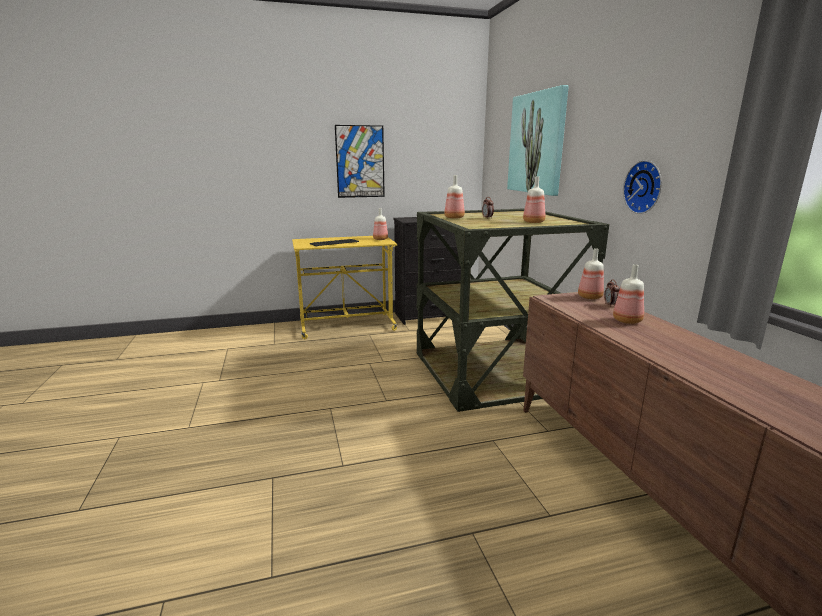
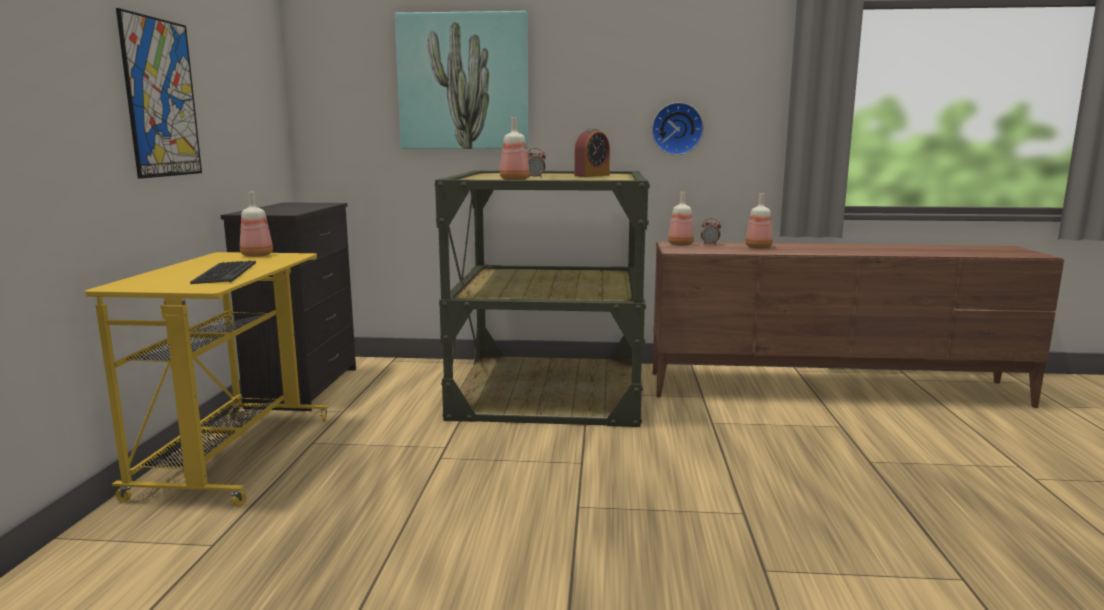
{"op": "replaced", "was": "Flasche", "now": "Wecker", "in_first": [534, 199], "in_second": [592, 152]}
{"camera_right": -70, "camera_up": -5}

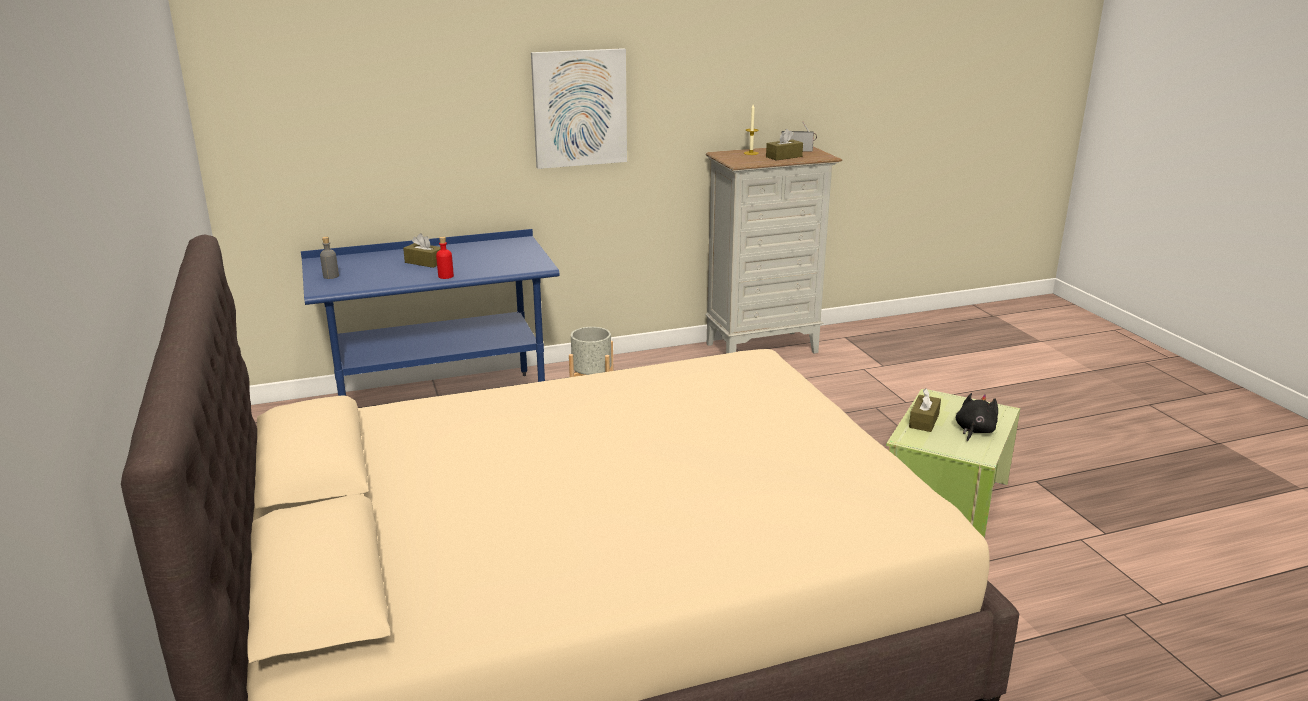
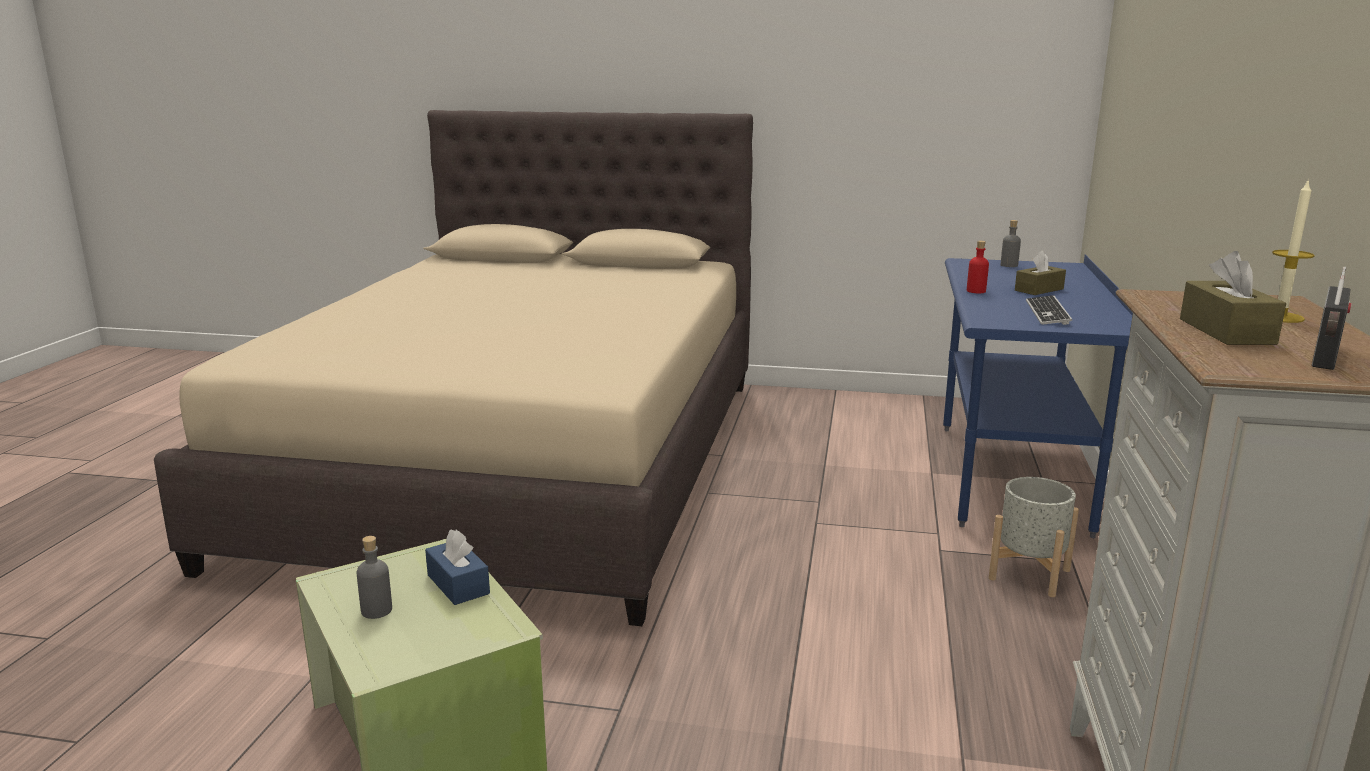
{"op": "removed", "was": "Bild", "in_first": [579, 108]}
{"op": "recoloured", "was": "Taschentuchbox/braun", "now": "Taschentuchbox/blau", "in_first": [925, 410], "in_second": [457, 567]}
{"op": "replaced", "was": "Plüschtier/schwarz", "now": "Flasche/grau", "in_first": [977, 417], "in_second": [374, 577]}
{"op": "added", "now": "Tastatur", "in_second": [1049, 310]}
{"camera_right": 120, "camera_up": -5}

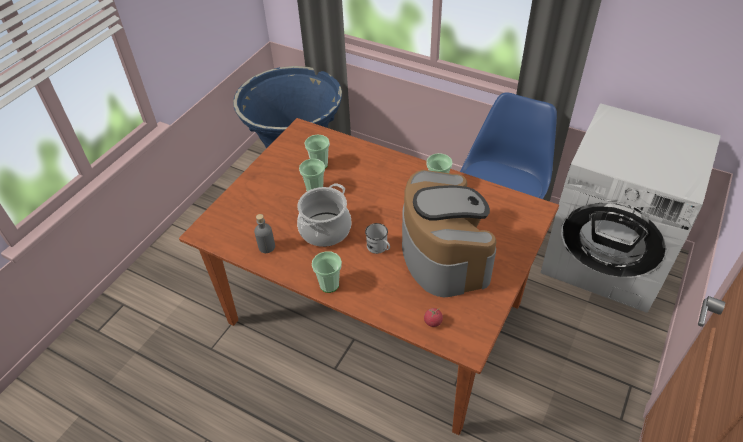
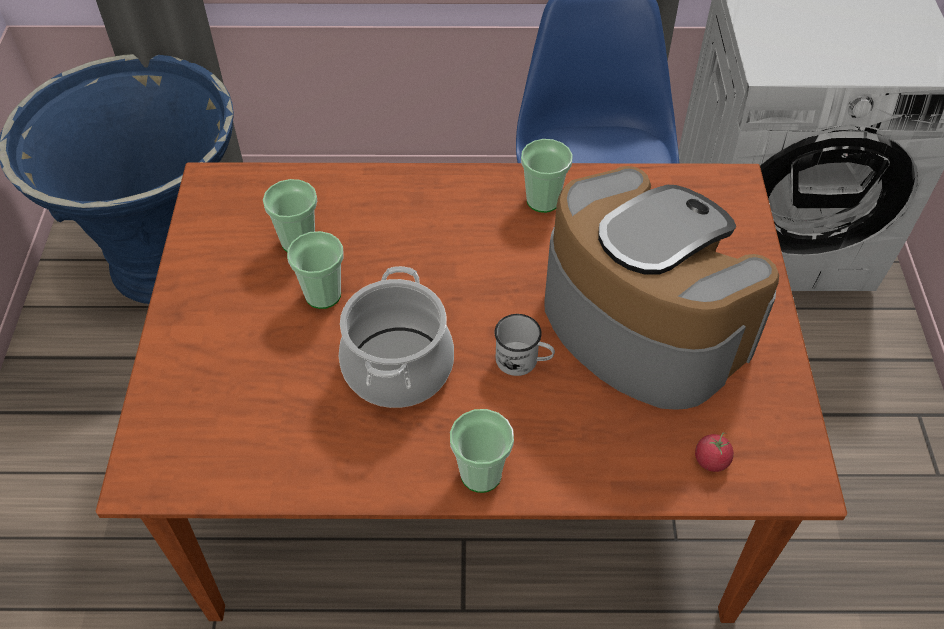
{"op": "removed", "was": "Flasche/grau", "in_first": [264, 233]}
{"camera_right": -30, "camera_up": 5}

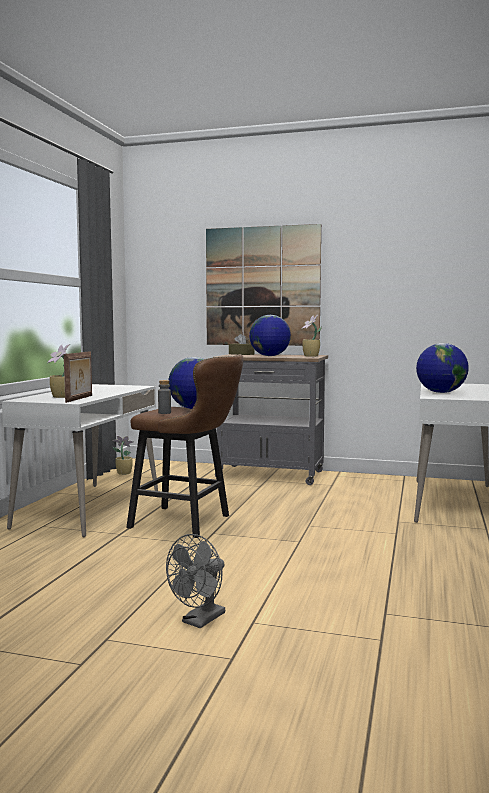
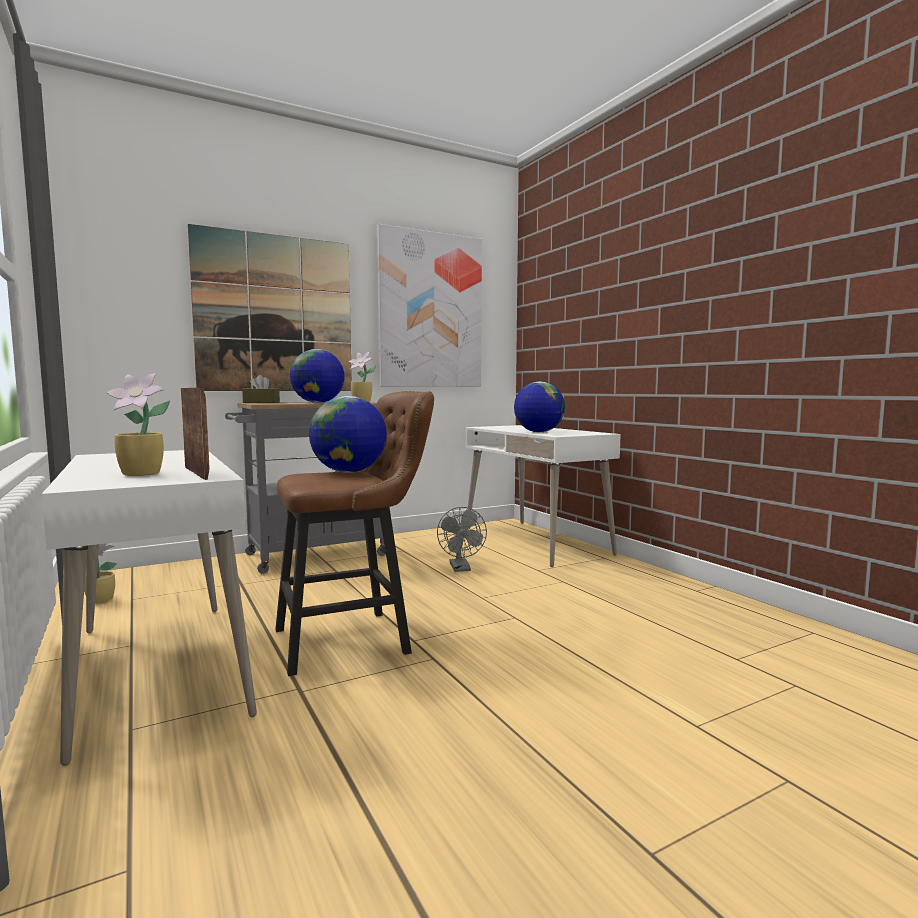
{"op": "removed", "was": "Flasche/grau", "in_first": [164, 397]}
{"op": "moved", "was": "Ventilator/grau", "in_first": [195, 581], "in_second": [462, 539]}
{"op": "added", "now": "Bild", "in_second": [429, 305]}
{"camera_right": -45, "camera_up": 0}

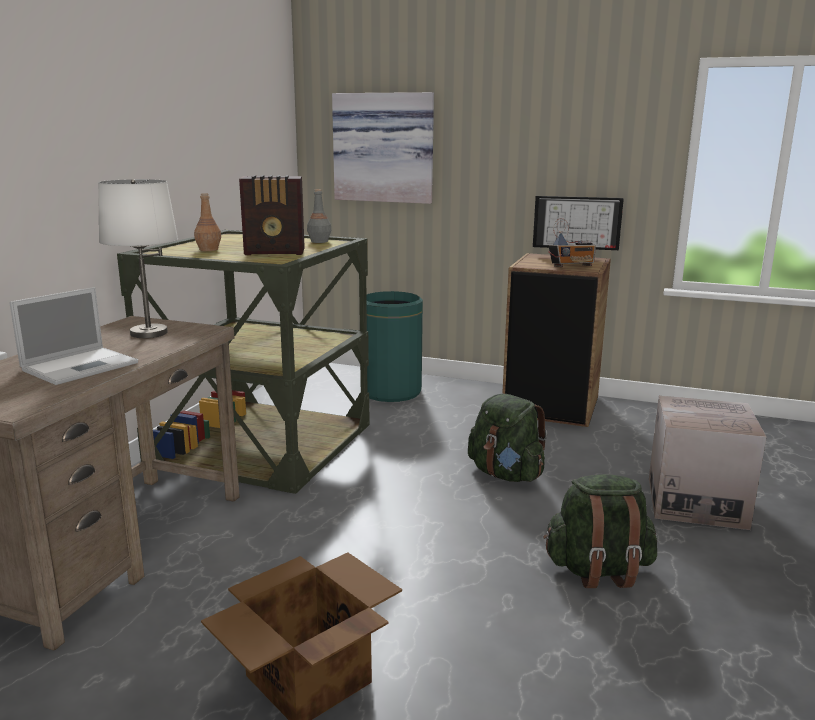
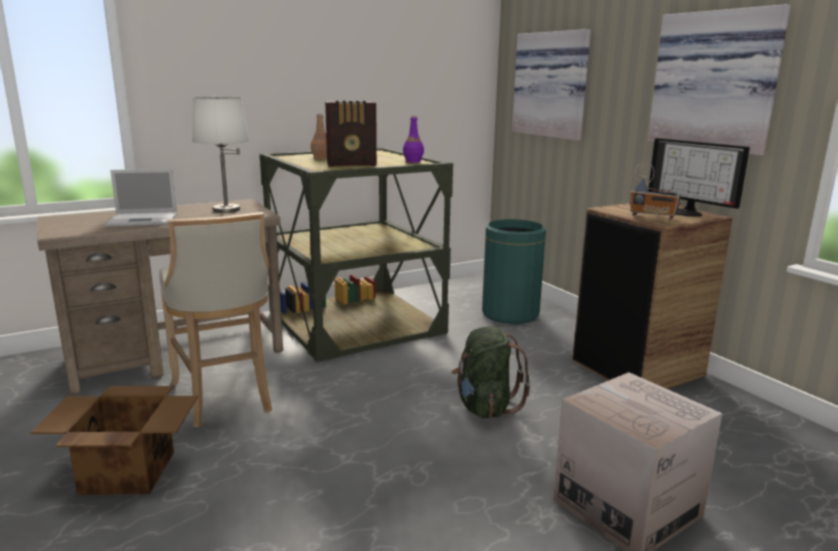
{"op": "turned", "was": "Radio", "in_first": [272, 215], "in_second": [351, 133], "clockwise": -45}
{"op": "recoloured", "was": "Flasche/grau", "now": "Flasche/lila", "in_first": [319, 216], "in_second": [413, 139]}
{"op": "removed", "was": "Rucksack/grün", "in_first": [600, 531]}
{"op": "added", "now": "Bild", "in_second": [719, 79]}
{"op": "added", "now": "Hocker/beige", "in_second": [216, 319]}
{"camera_right": 40, "camera_up": 0}

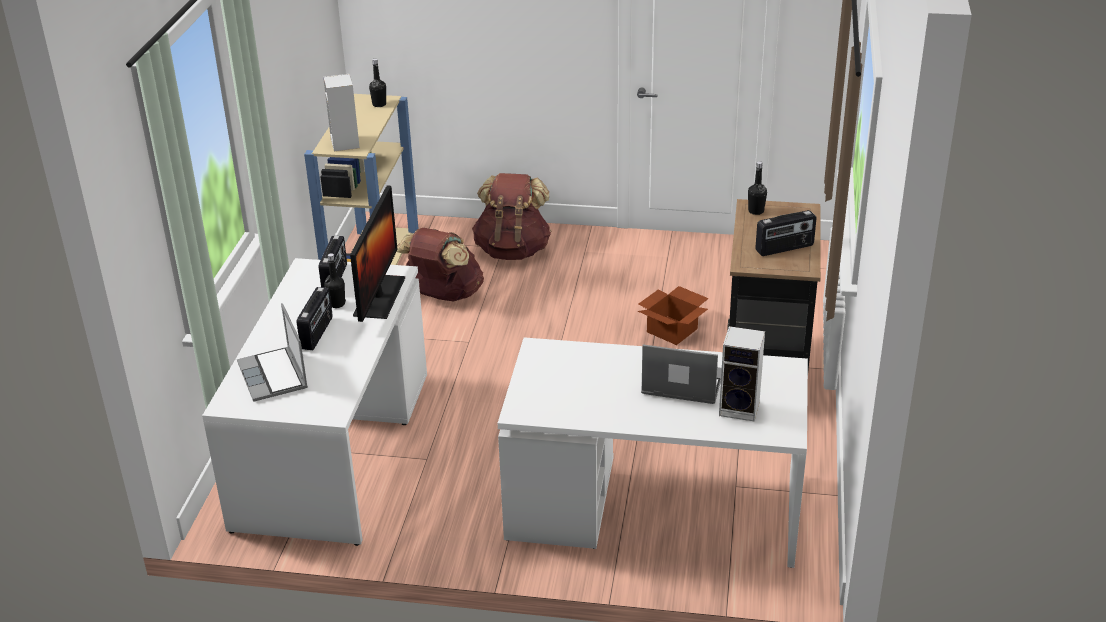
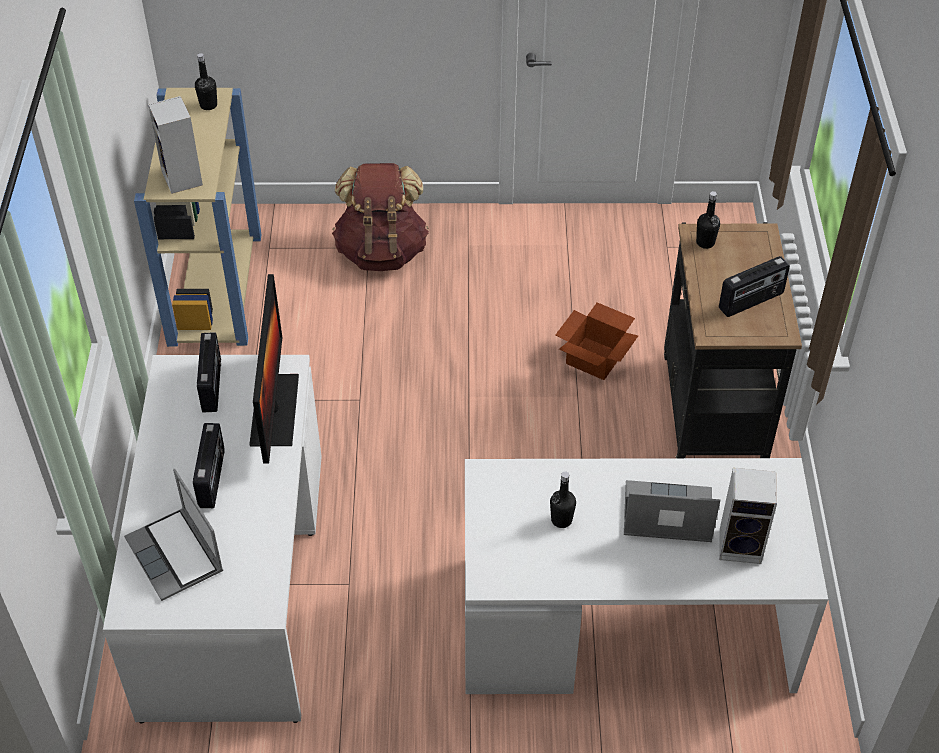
{"op": "removed", "was": "Rucksack/braun", "in_first": [440, 265]}
{"op": "moved", "was": "Flasche/schwarz", "in_first": [335, 280], "in_second": [563, 500]}
{"camera_right": -10, "camera_up": 15}

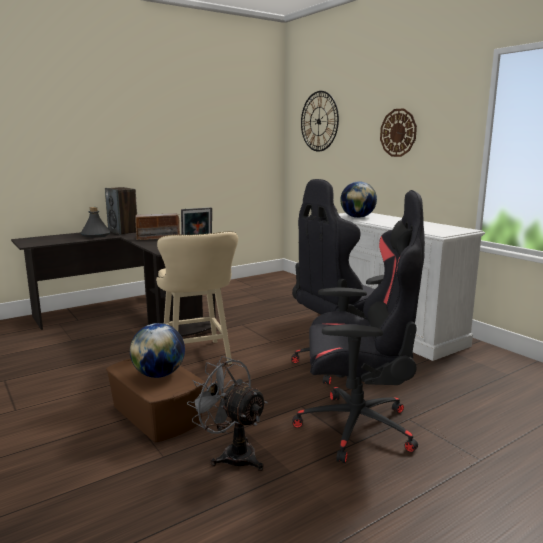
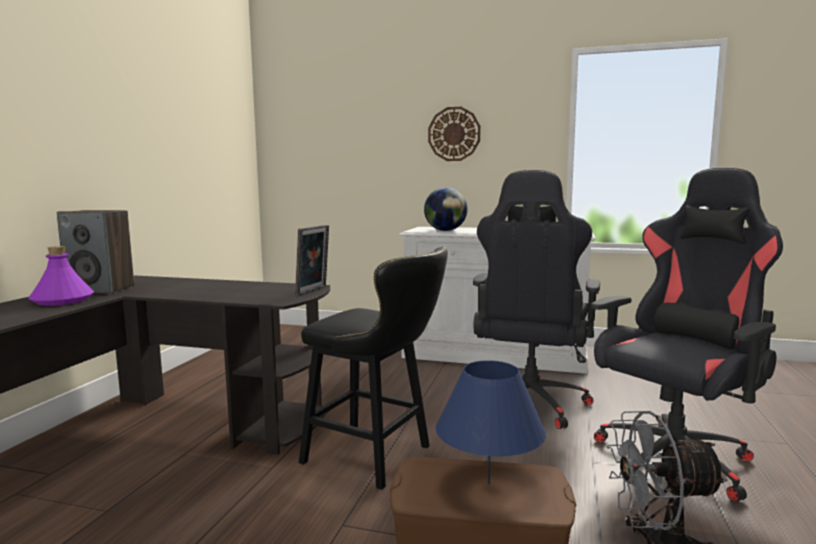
{"op": "removed", "was": "Wanduhr", "in_first": [320, 121]}
{"op": "recoloured", "was": "Flasche/grau", "now": "Flasche/lila", "in_first": [95, 222], "in_second": [61, 276]}
{"op": "removed", "was": "Radio", "in_first": [157, 226]}
{"op": "recoloured", "was": "Hocker/beige", "now": "Hocker/schwarz", "in_first": [197, 297], "in_second": [373, 368]}
{"op": "replaced", "was": "Globus", "now": "Tischlampe/blau", "in_first": [157, 350], "in_second": [491, 422]}
{"camera_right": -40, "camera_up": -5}

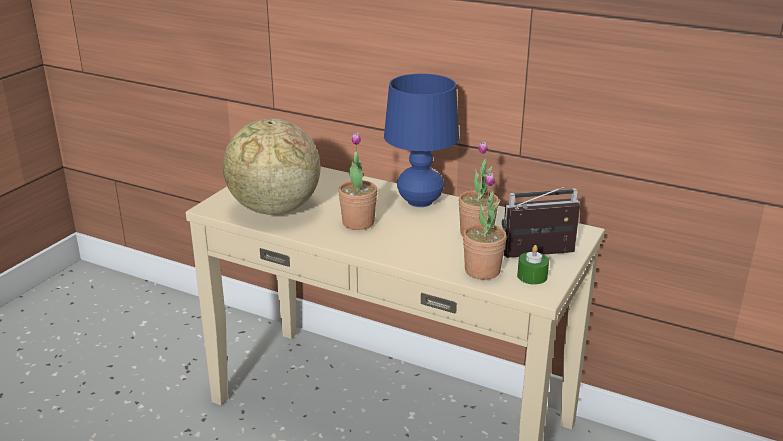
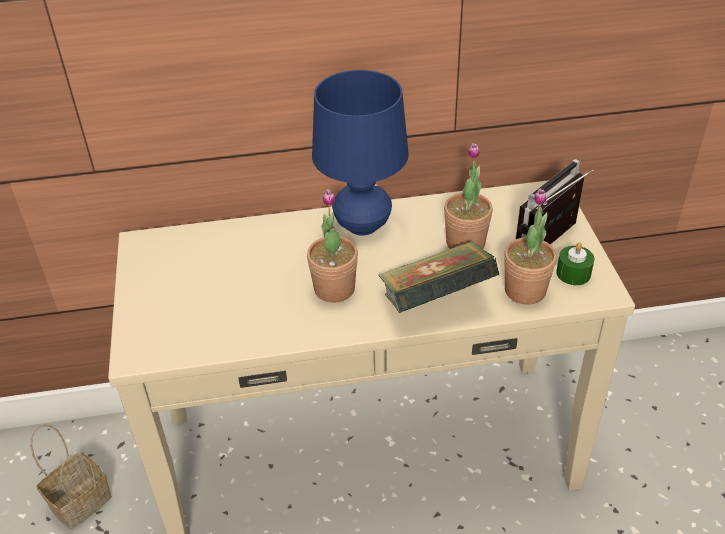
{"op": "removed", "was": "Globus", "in_first": [271, 167]}
{"op": "added", "now": "Buch", "in_second": [438, 277]}
{"op": "added", "now": "Korb", "in_second": [71, 477]}
{"camera_right": -35, "camera_up": 15}

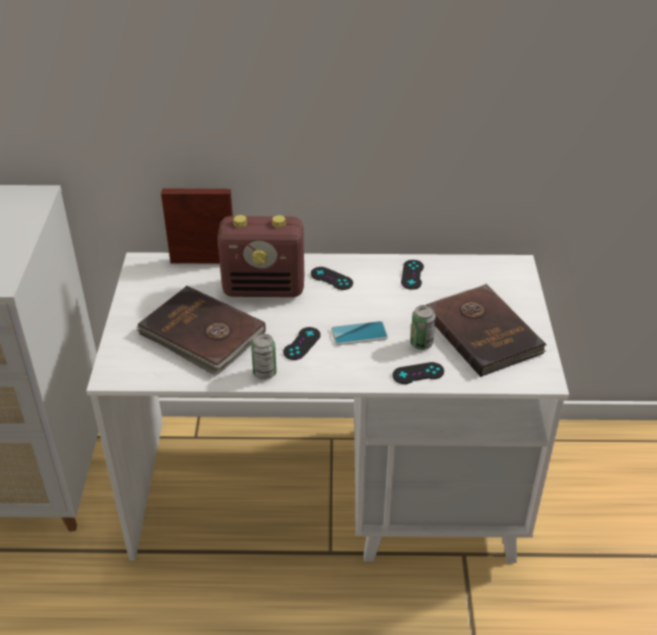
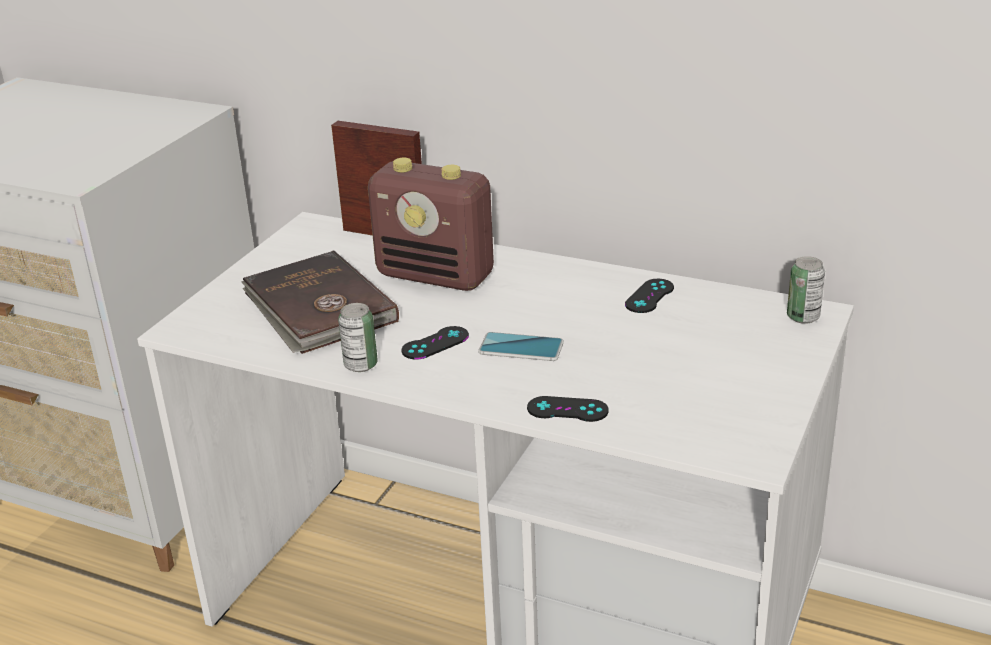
{"op": "removed", "was": "Gamepad/schwarz", "in_first": [332, 278]}
{"op": "removed", "was": "Buch/braun", "in_first": [486, 330]}
{"op": "moved", "was": "Dose", "in_first": [423, 327], "in_second": [806, 290]}
{"camera_right": 25, "camera_up": -10}

